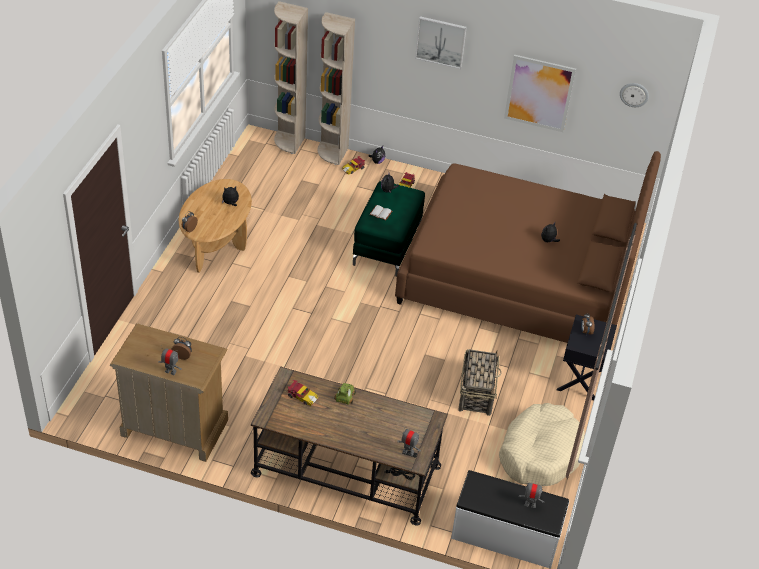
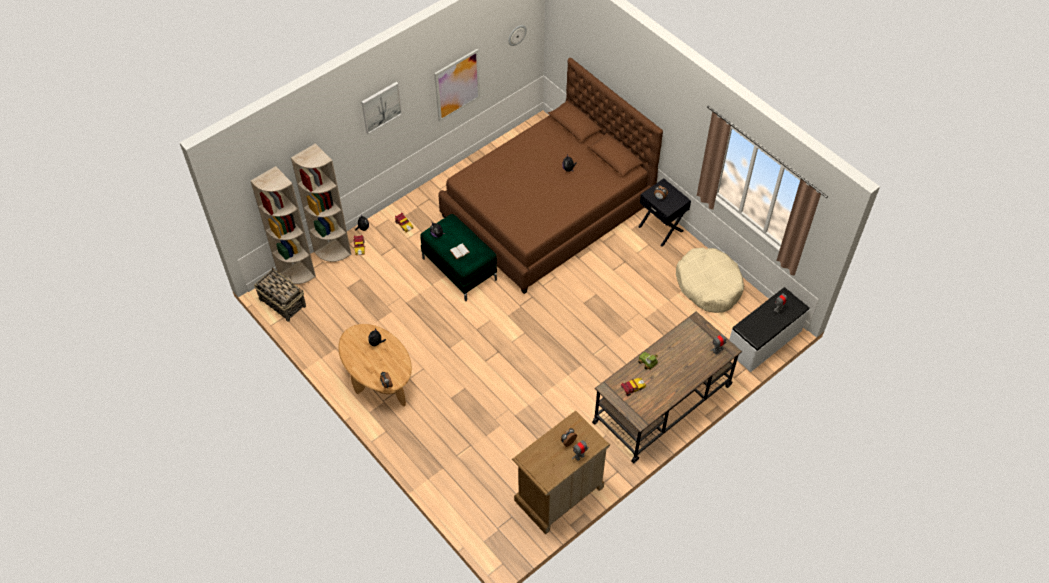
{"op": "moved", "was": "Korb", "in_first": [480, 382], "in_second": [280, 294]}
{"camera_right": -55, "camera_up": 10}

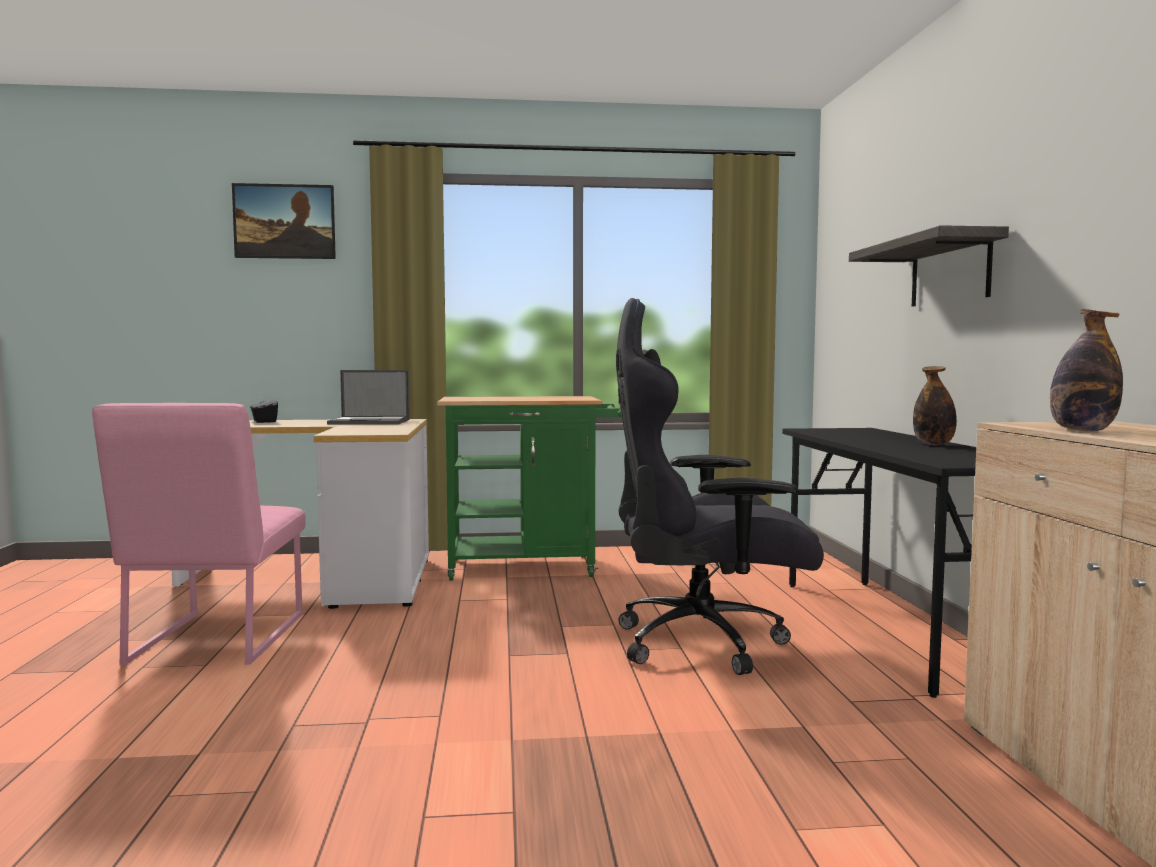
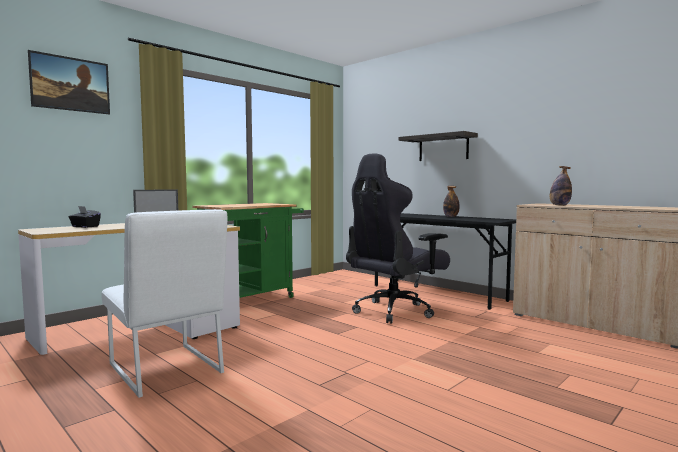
{"op": "recoloured", "was": "Stuhl/rosa", "now": "Stuhl/weiß", "in_first": [199, 534], "in_second": [164, 303]}
{"camera_right": -40, "camera_up": 0}

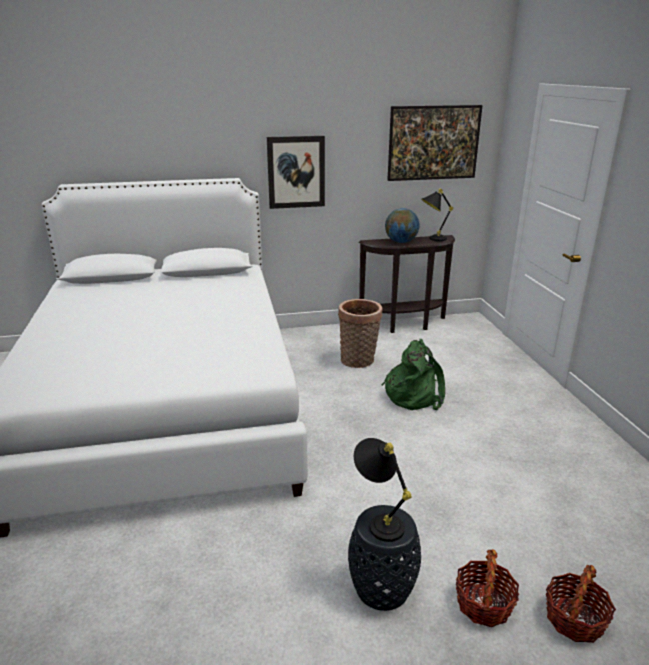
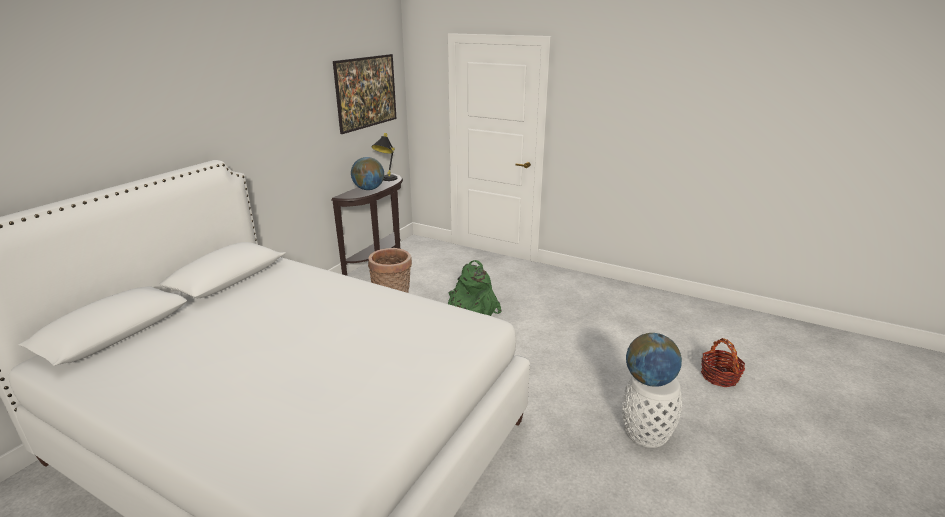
{"op": "removed", "was": "Bild", "in_first": [296, 172]}
{"op": "replaced", "was": "Tischlampe/schwarz", "now": "Globus", "in_first": [383, 490], "in_second": [654, 360]}
{"op": "recoloured", "was": "Hocker/schwarz", "now": "Hocker/weiß", "in_first": [384, 558], "in_second": [652, 412]}
{"op": "removed", "was": "Korb", "in_first": [487, 588]}
{"camera_right": -50, "camera_up": 0}

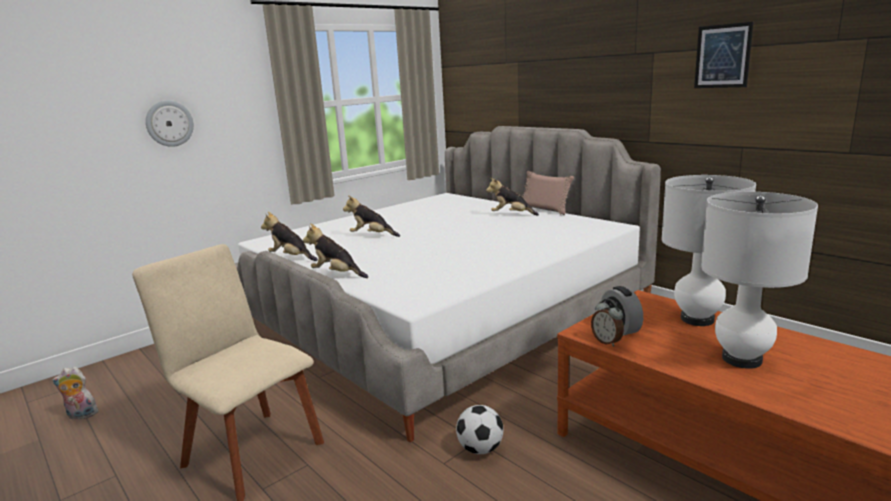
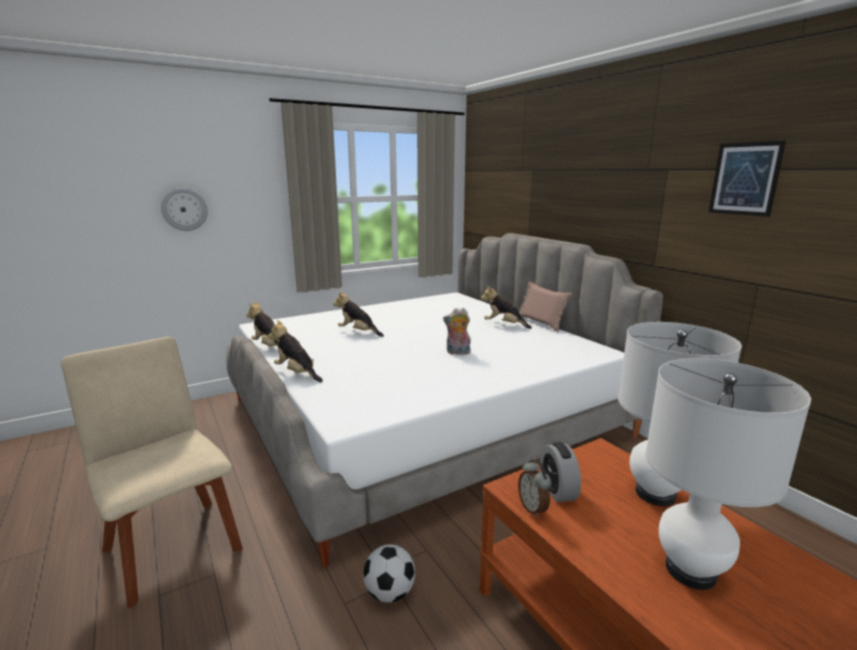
{"op": "moved", "was": "Plüschtier", "in_first": [76, 393], "in_second": [457, 331]}
{"camera_right": 10, "camera_up": 0}

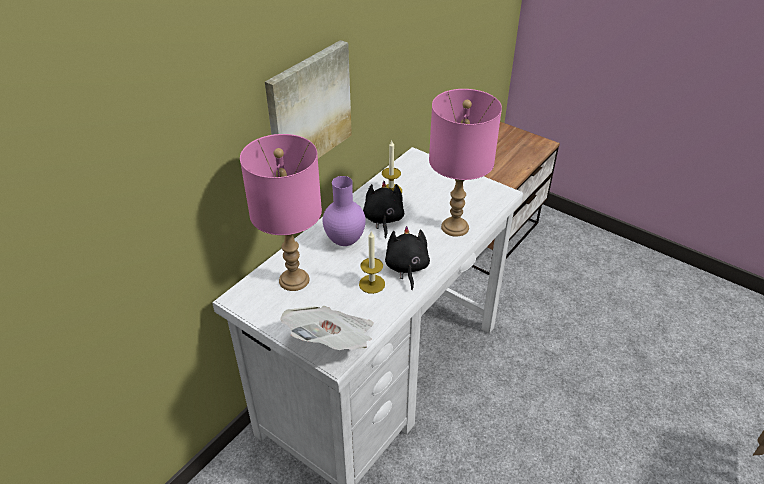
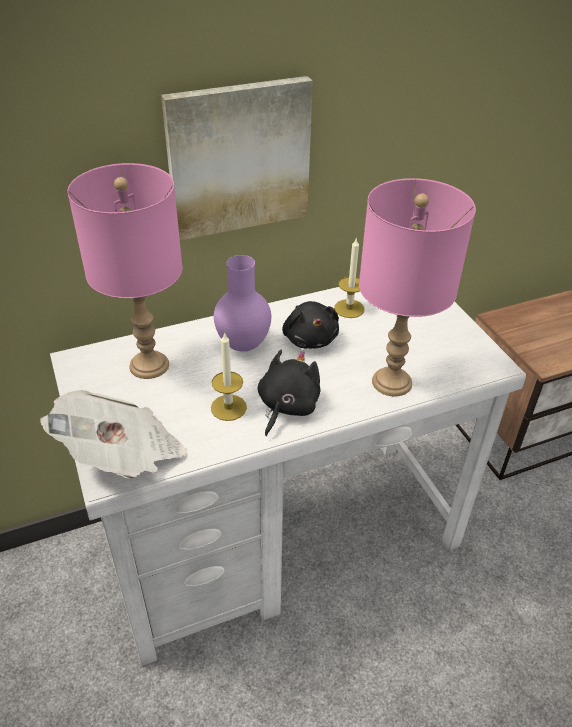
{"op": "turned", "was": "Plüschtier/schwarz", "in_first": [383, 210], "in_second": [310, 325], "clockwise": 135}
{"camera_right": 30, "camera_up": 0}

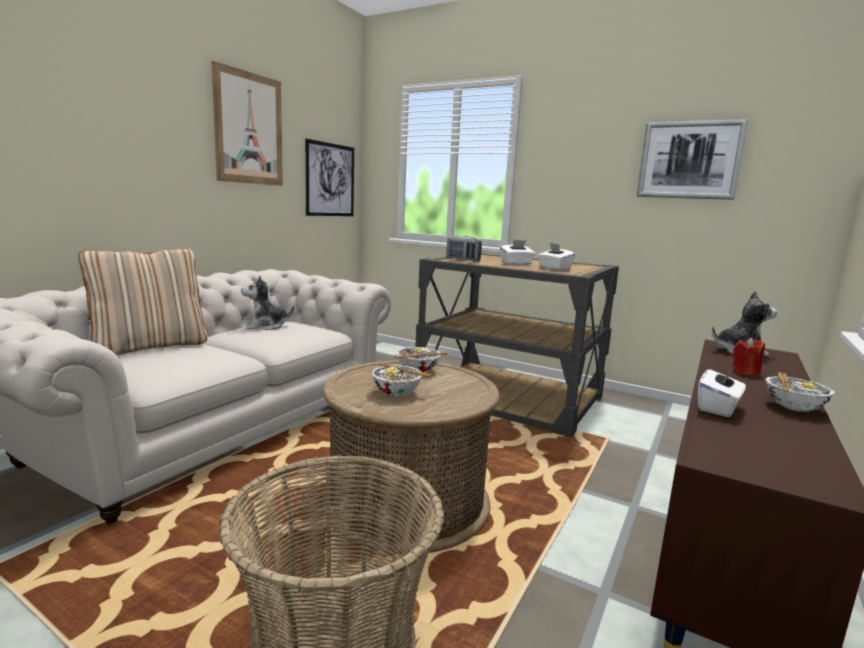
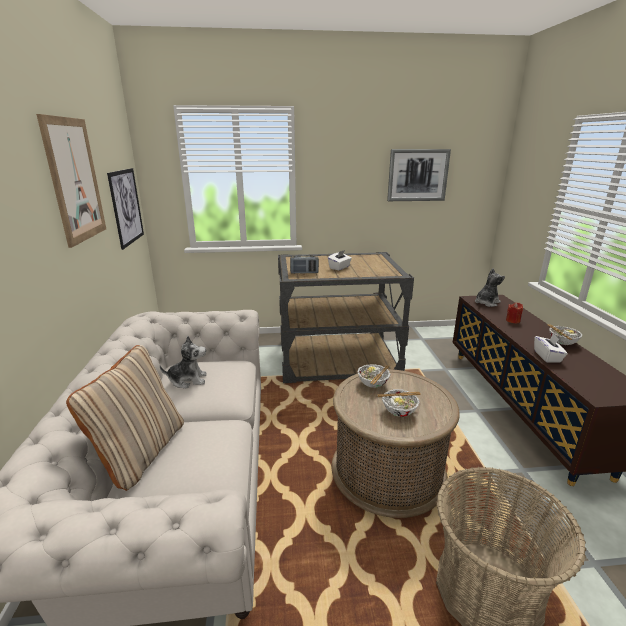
{"op": "removed", "was": "Taschentuchbox/weiß", "in_first": [556, 257]}
{"op": "turned", "was": "Plüschtier", "in_first": [267, 302], "in_second": [183, 362], "clockwise": -135}
{"camera_right": -35, "camera_up": 10}

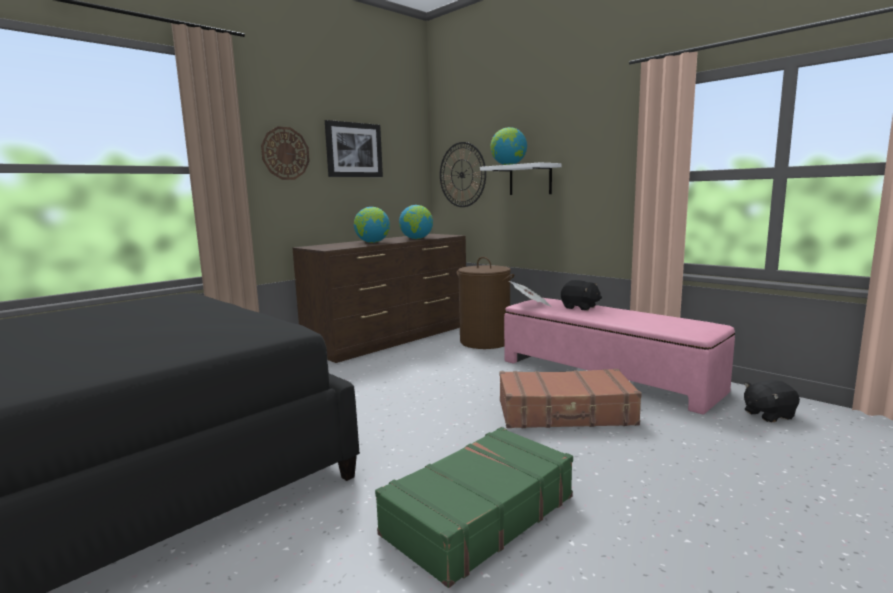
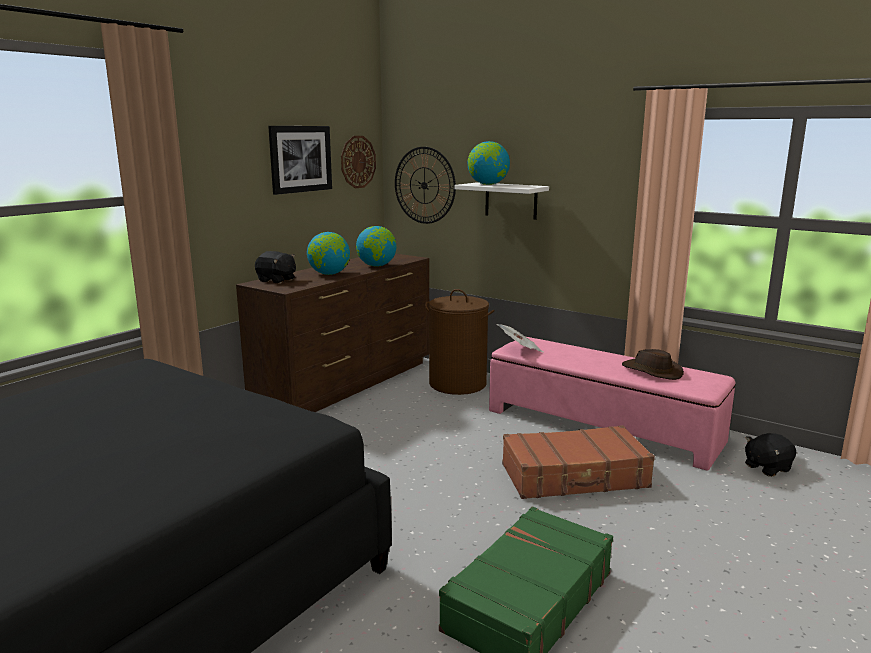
{"op": "moved", "was": "Wanduhr", "in_first": [285, 153], "in_second": [358, 162]}
{"op": "moved", "was": "Plüschtier/schwarz", "in_first": [581, 295], "in_second": [275, 267]}
{"op": "added", "now": "Hut/braun", "in_second": [653, 364]}
{"camera_right": -10, "camera_up": 5}

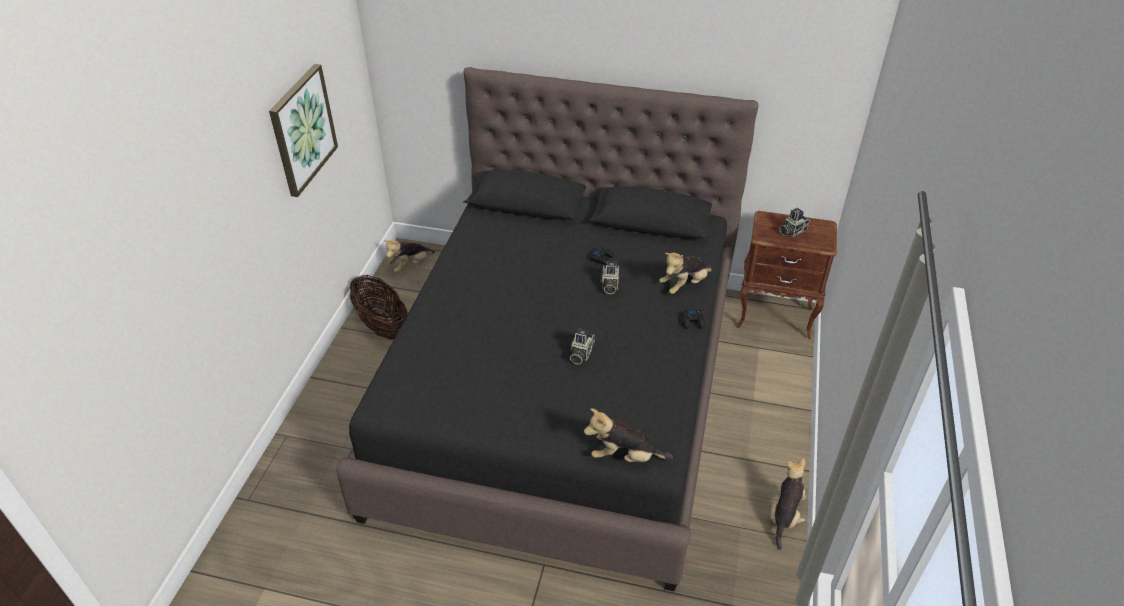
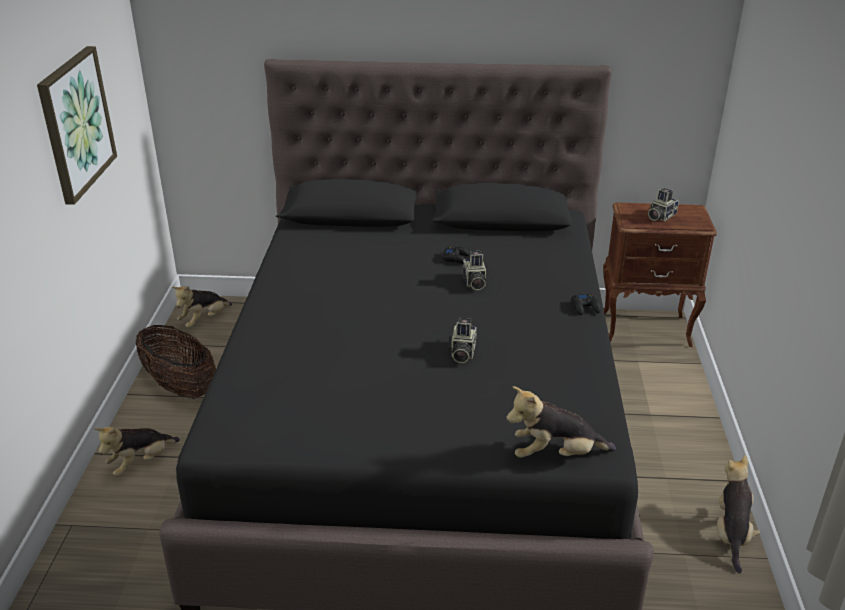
{"op": "moved", "was": "Plüschtier", "in_first": [686, 273], "in_second": [137, 451]}
{"camera_right": -10, "camera_up": -10}

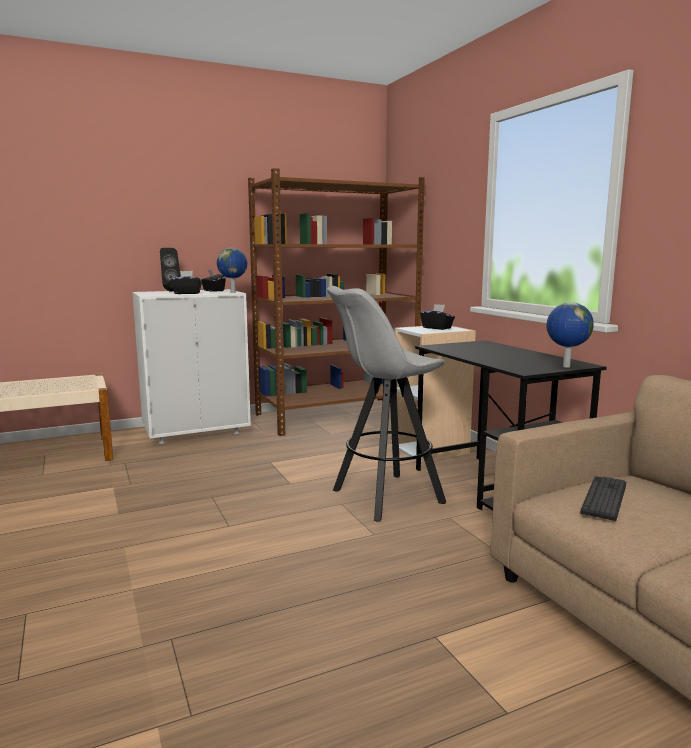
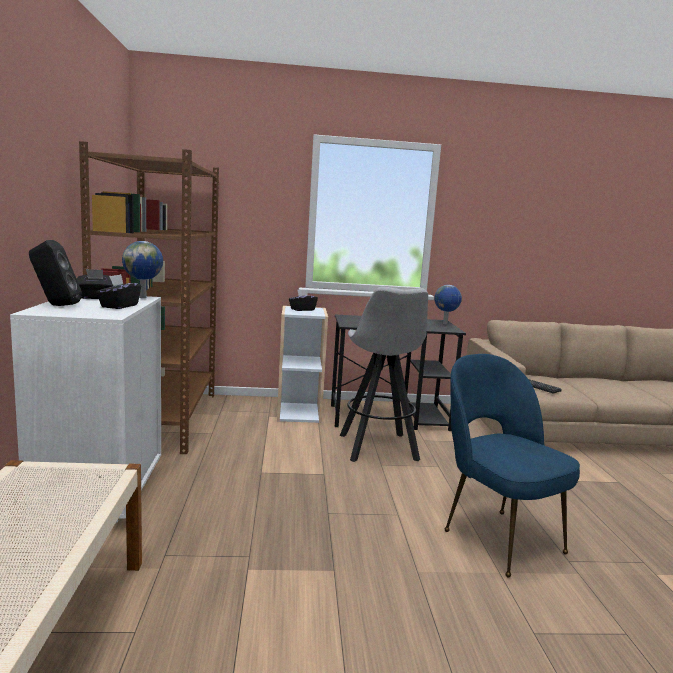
{"op": "added", "now": "Stuhl/blau", "in_second": [512, 466]}
{"camera_right": -70, "camera_up": 0}

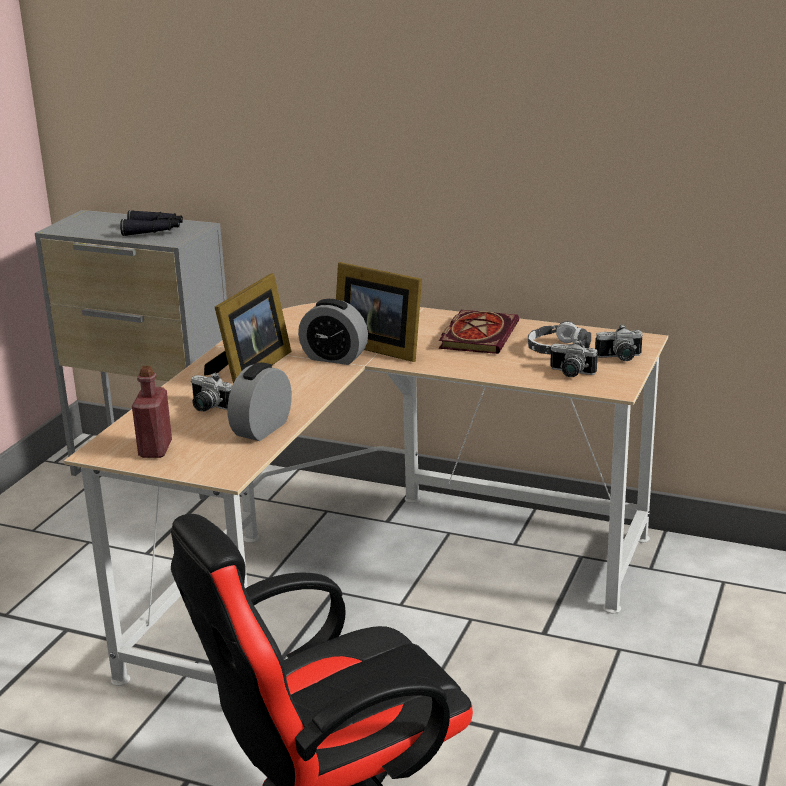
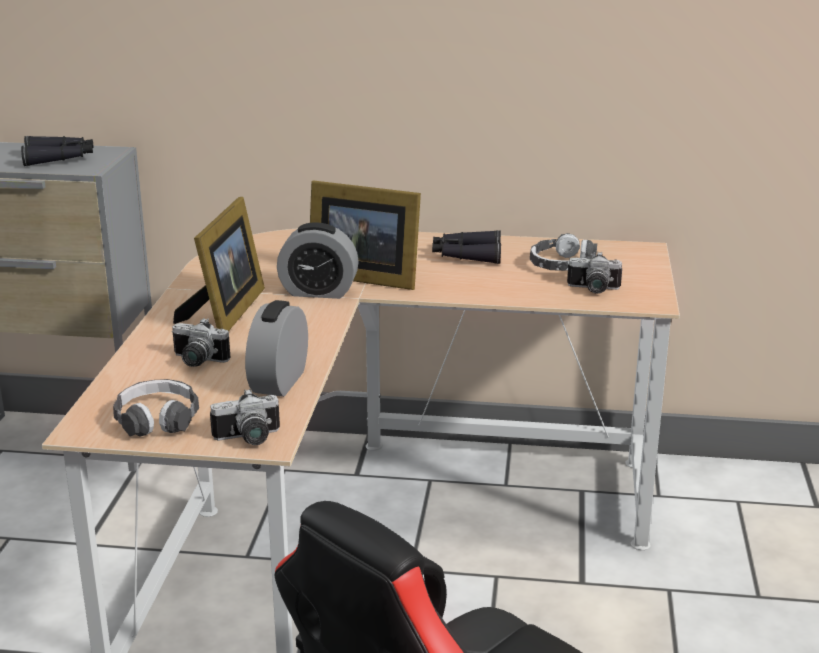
{"op": "replaced", "was": "Buch", "now": "Fernglas/schwarz", "in_first": [479, 332], "in_second": [466, 247]}
{"op": "moved", "was": "Kamera", "in_first": [619, 342], "in_second": [245, 417]}
{"op": "replaced", "was": "Flasche/rot", "now": "Kopfhörer", "in_first": [152, 412], "in_second": [156, 408]}
{"camera_right": -15, "camera_up": 0}

